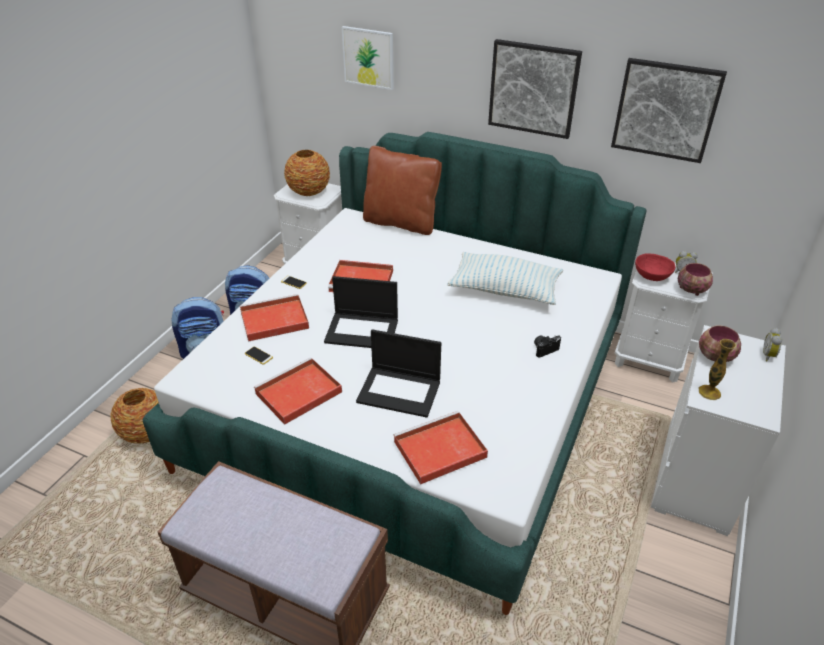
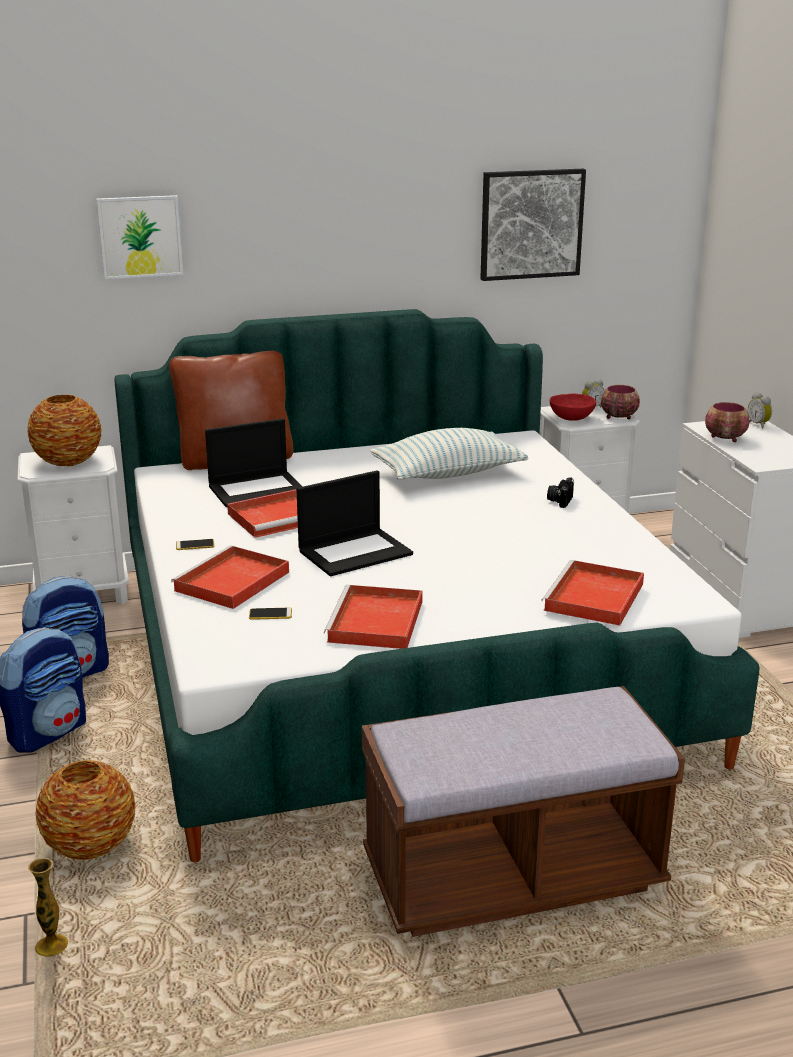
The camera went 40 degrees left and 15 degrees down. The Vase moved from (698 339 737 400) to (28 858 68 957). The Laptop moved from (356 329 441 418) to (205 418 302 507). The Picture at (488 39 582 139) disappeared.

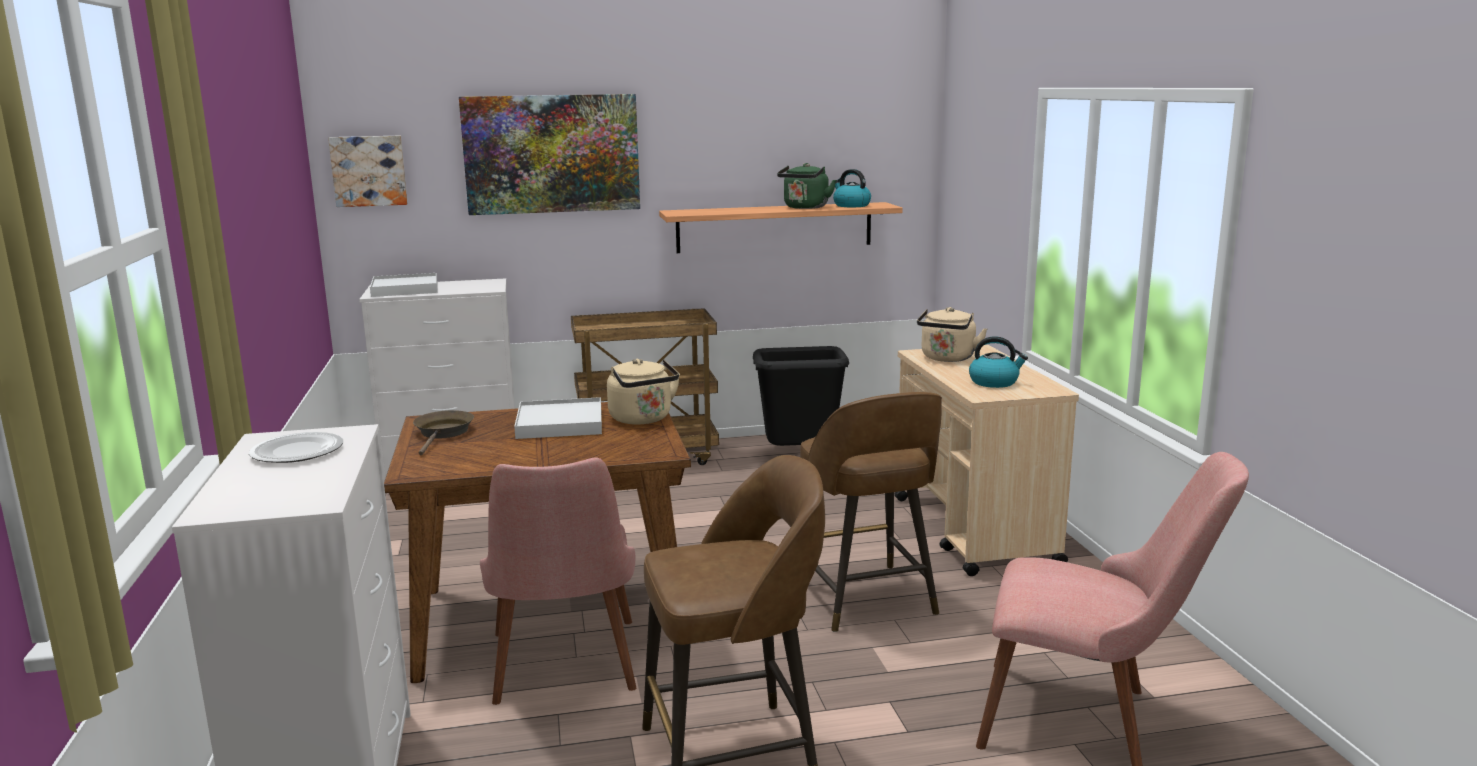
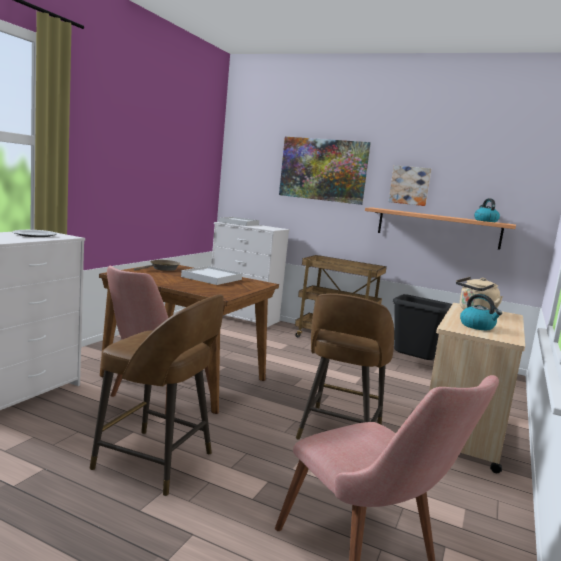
The camera went 35 degrees right and 5 degrees down. The Picture moved from (328 136 408 207) to (389 165 431 206). The BeigeKettle at (607 359 680 425) disappeared. The GreenKettle at (777 163 836 209) disappeared.

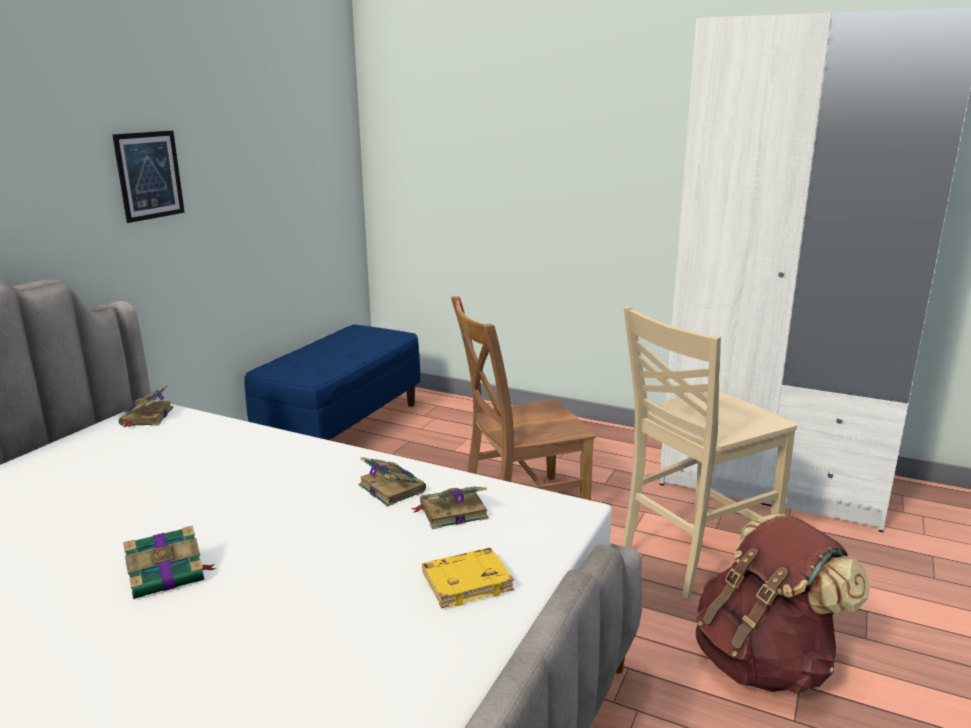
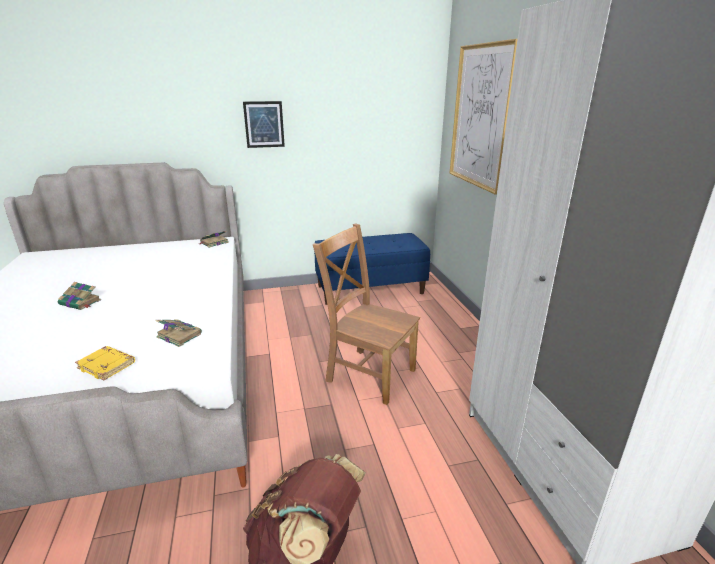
The camera went 50 degrees right and 5 degrees up. The Picture at (449 39 518 195) appeared. The Book at (358 457 426 507) disappeared. The BeigeChair at (622 306 797 599) disappeared.

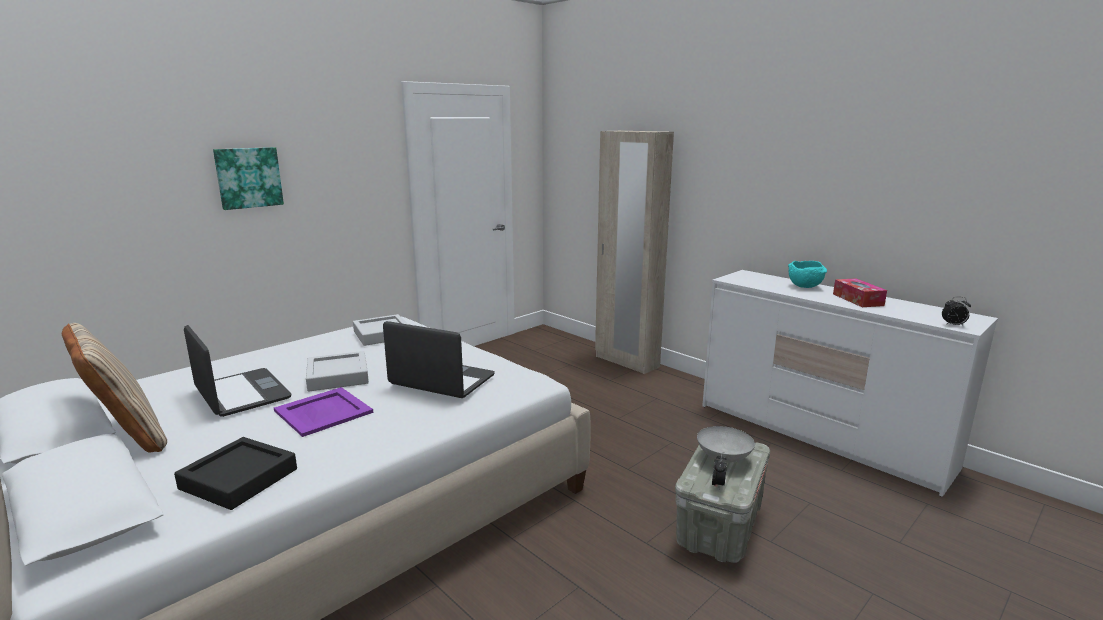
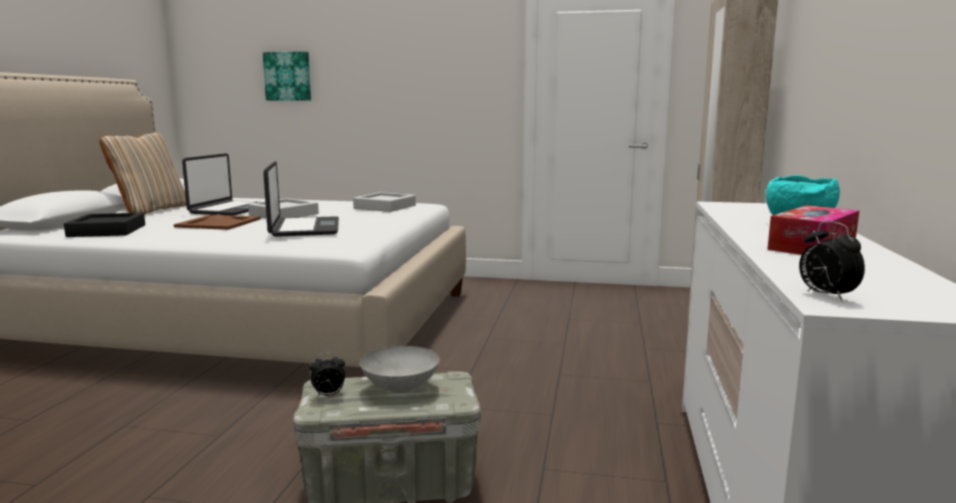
The camera went 55 degrees right and 5 degrees down. The PurpleTray at (274 387 373 437) became the BrownTray at (174 214 261 230). The Picture moved from (213 147 284 210) to (263 52 311 101).

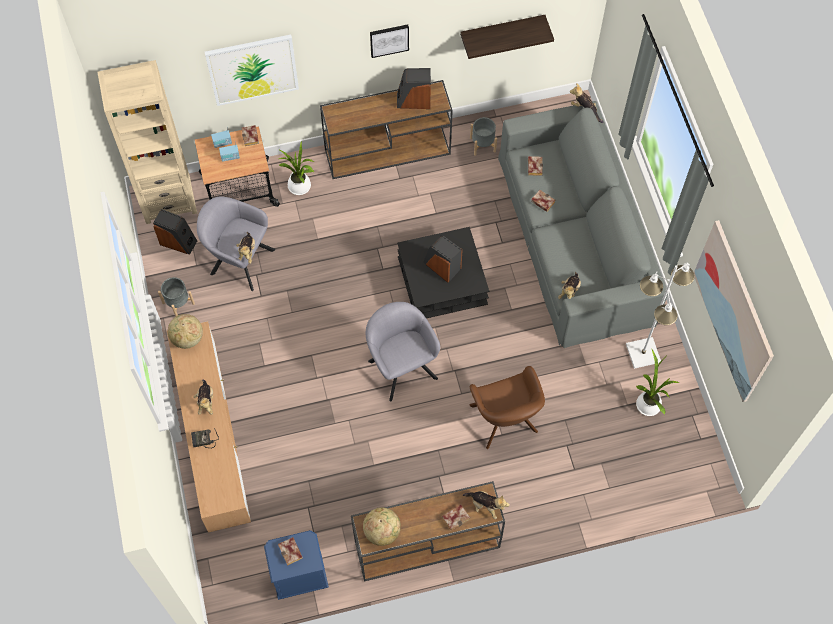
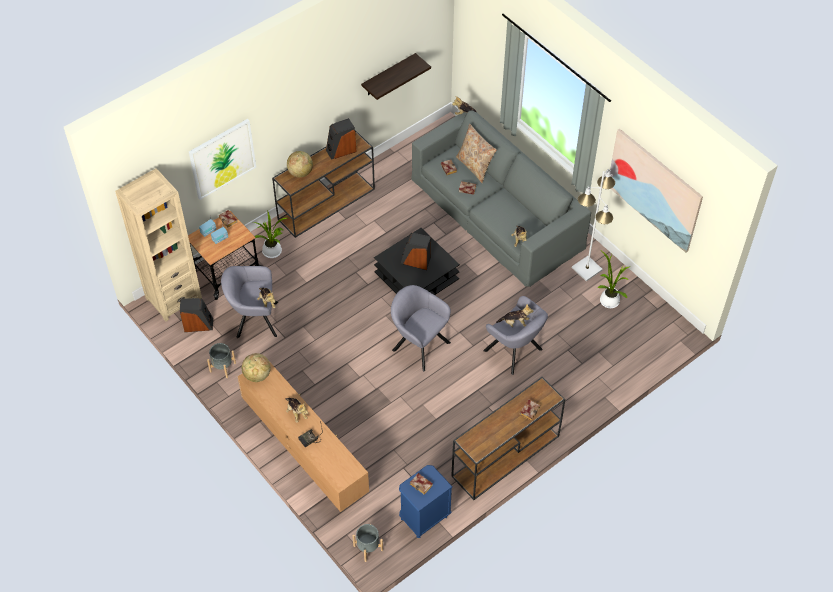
The camera went 25 degrees left and 10 degrees down. The Globe moved from (363 507 401 546) to (287 151 313 177). The GreyPlanter moved from (470 117 497 156) to (353 524 383 562). The BeigePillow at (456 124 497 183) appeared. The BrownArmchair at (470 366 545 449) became the GreyArmchair at (483 296 548 375). The PlushToy moved from (463 491 510 519) to (496 304 534 327). The Picture at (370 24 409 58) disappeared.

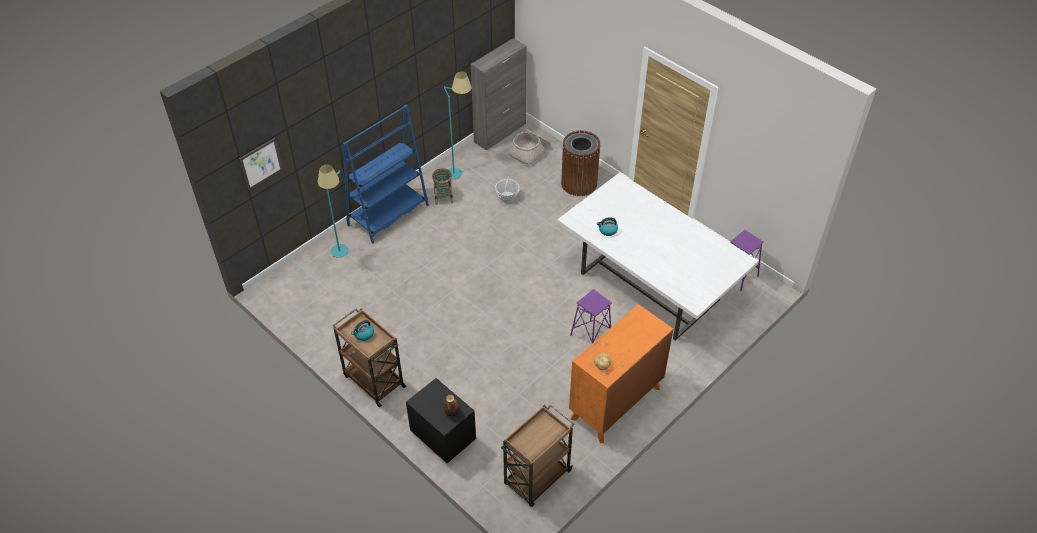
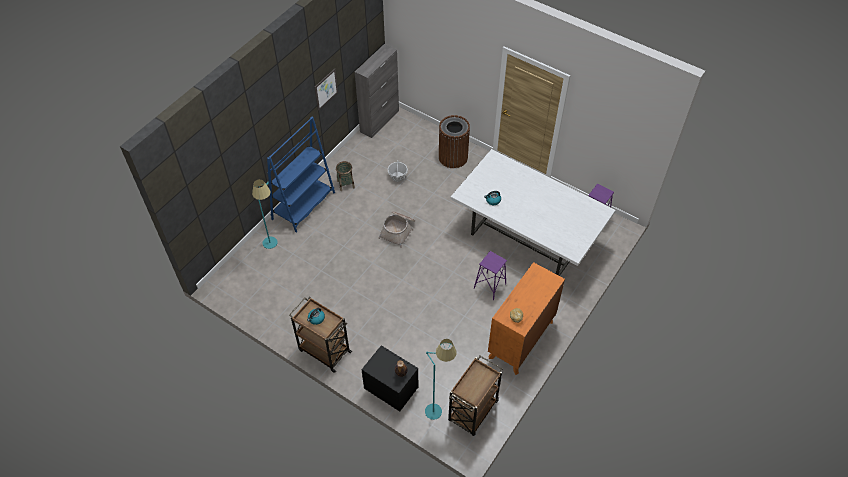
The camera went 10 degrees left and 5 degrees up. The Picture moved from (239 138 283 191) to (315 69 338 111). The Basket moved from (506 129 550 168) to (378 211 415 248). The TurquoiseFloorLamp moved from (444 71 472 179) to (425 339 457 420).

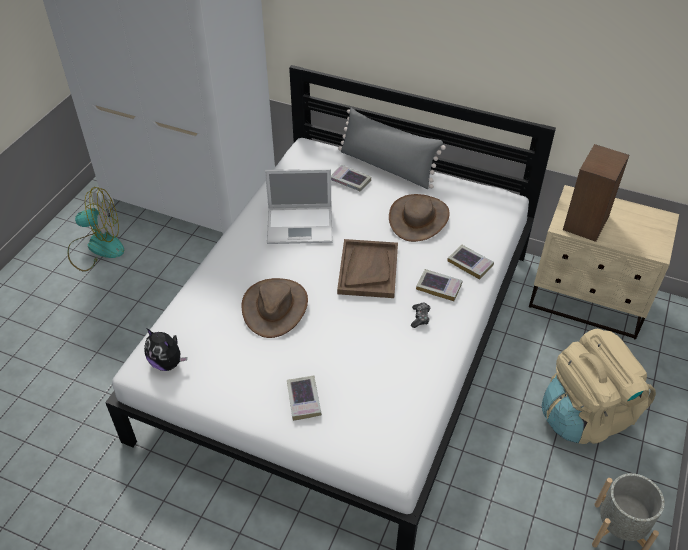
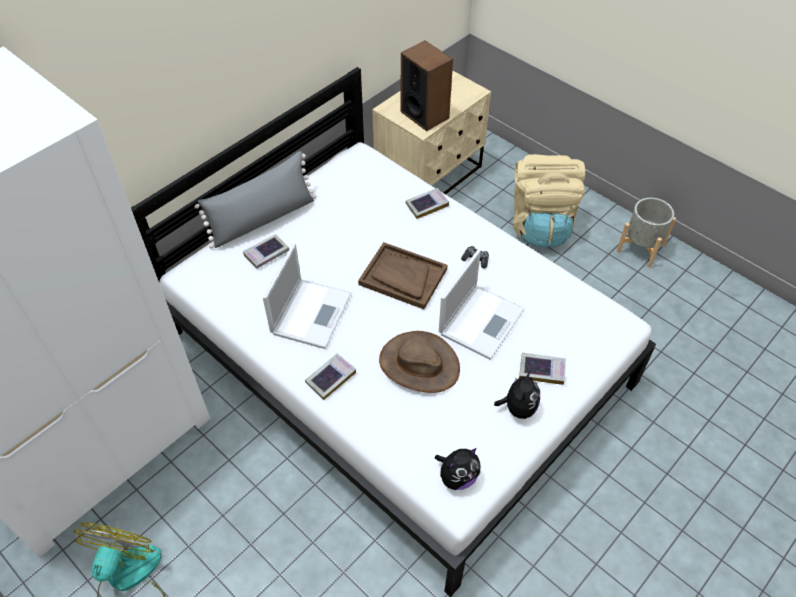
The camera went 70 degrees left and 5 degrees up. The Book moved from (416 269 463 301) to (305 354 356 400). The Laptop at (439 249 525 360) appeared. The PlushToy at (494 371 540 419) appeared. The BrownHat at (389 194 450 242) disappeared.

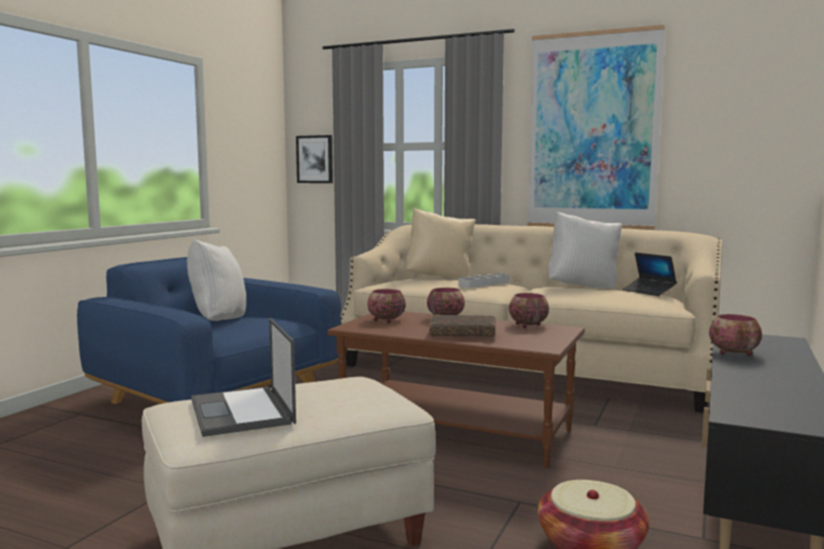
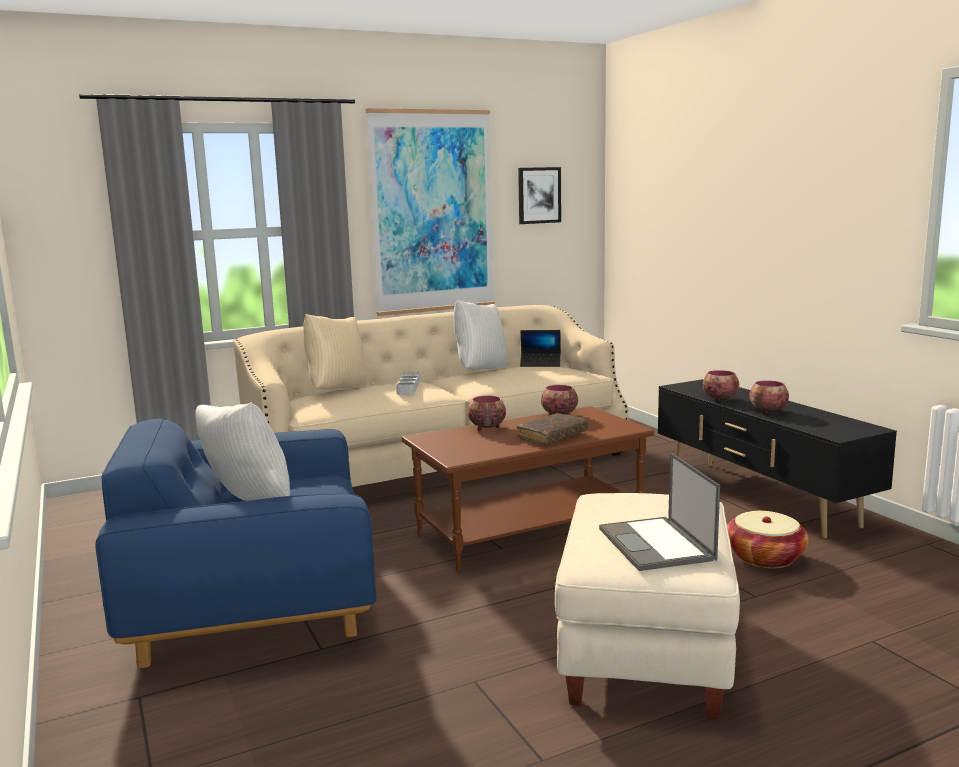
The camera went 50 degrees left and 5 degrees up. The Picture moved from (296 135 333 183) to (518 167 561 224). The Laptop at (191 318 296 437) turned 60 degrees clockwise. The Bowl moved from (367 289 406 323) to (749 380 789 414).

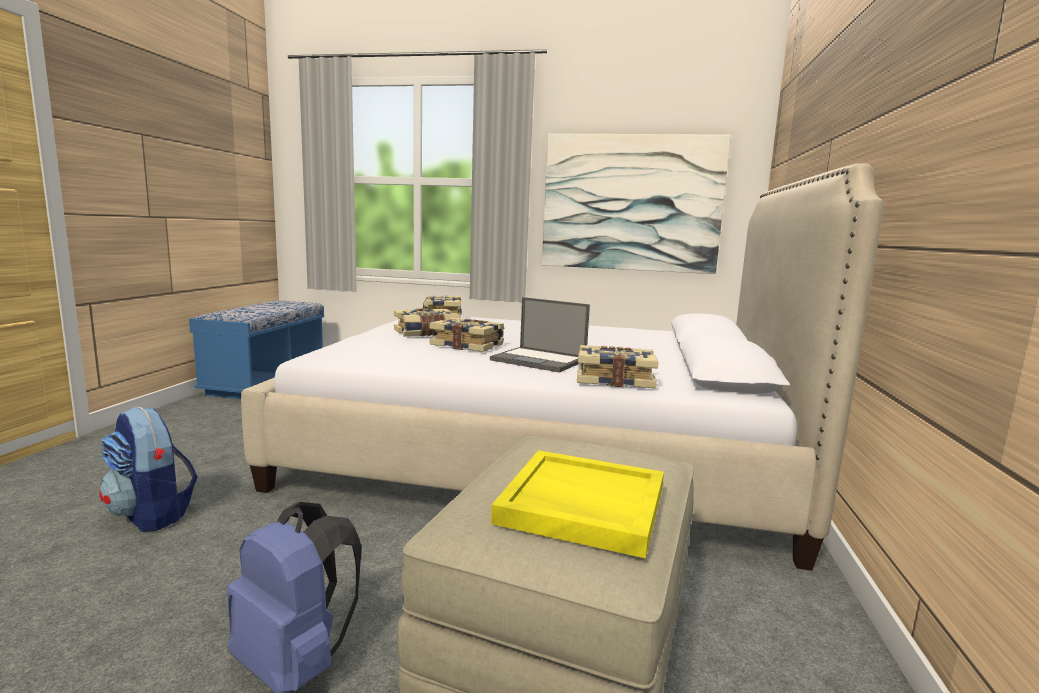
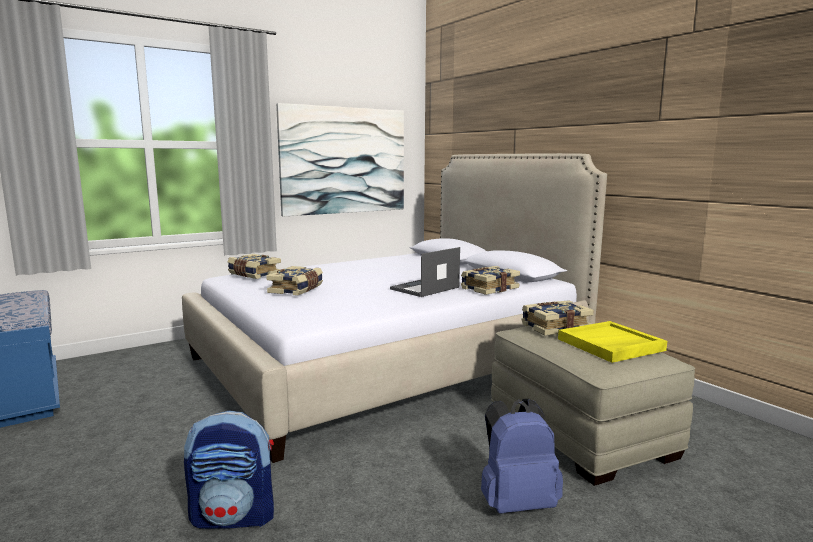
The camera went 45 degrees left and 0 degrees up. The Laptop at (490 297 590 373) turned 150 degrees clockwise. The Book moved from (429 318 504 352) to (522 301 594 336).

